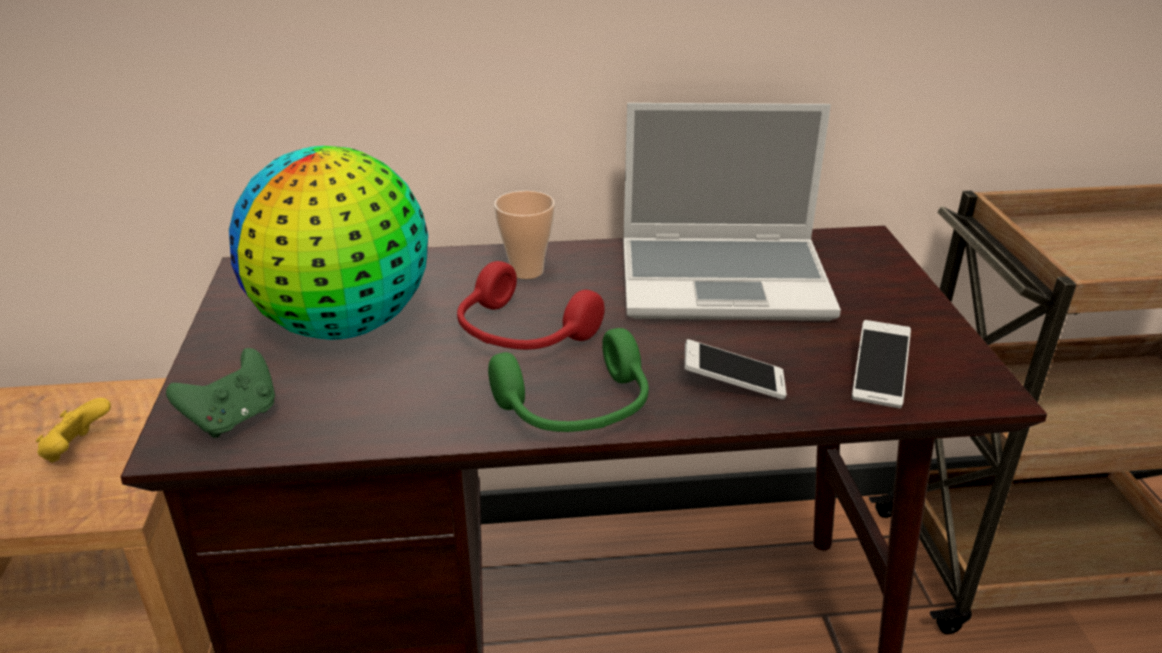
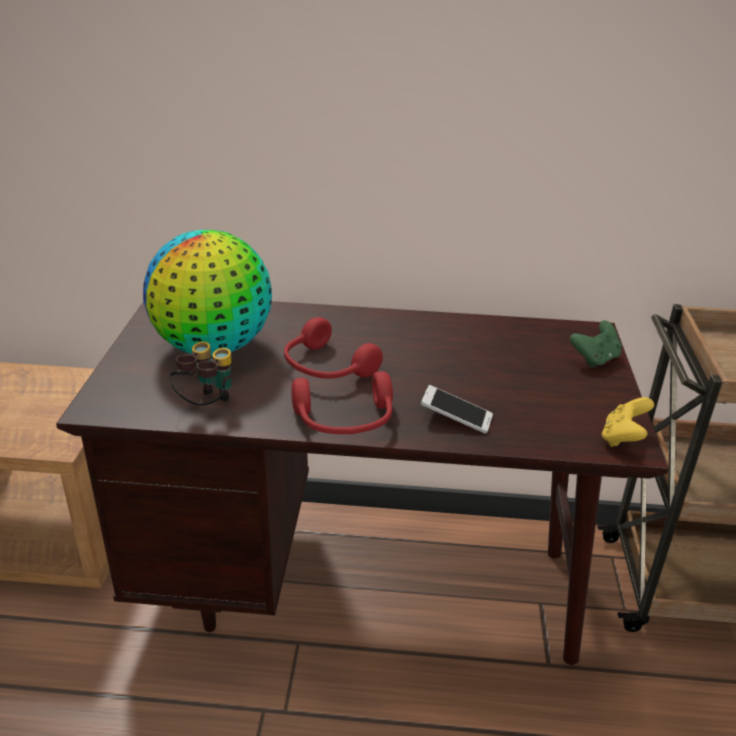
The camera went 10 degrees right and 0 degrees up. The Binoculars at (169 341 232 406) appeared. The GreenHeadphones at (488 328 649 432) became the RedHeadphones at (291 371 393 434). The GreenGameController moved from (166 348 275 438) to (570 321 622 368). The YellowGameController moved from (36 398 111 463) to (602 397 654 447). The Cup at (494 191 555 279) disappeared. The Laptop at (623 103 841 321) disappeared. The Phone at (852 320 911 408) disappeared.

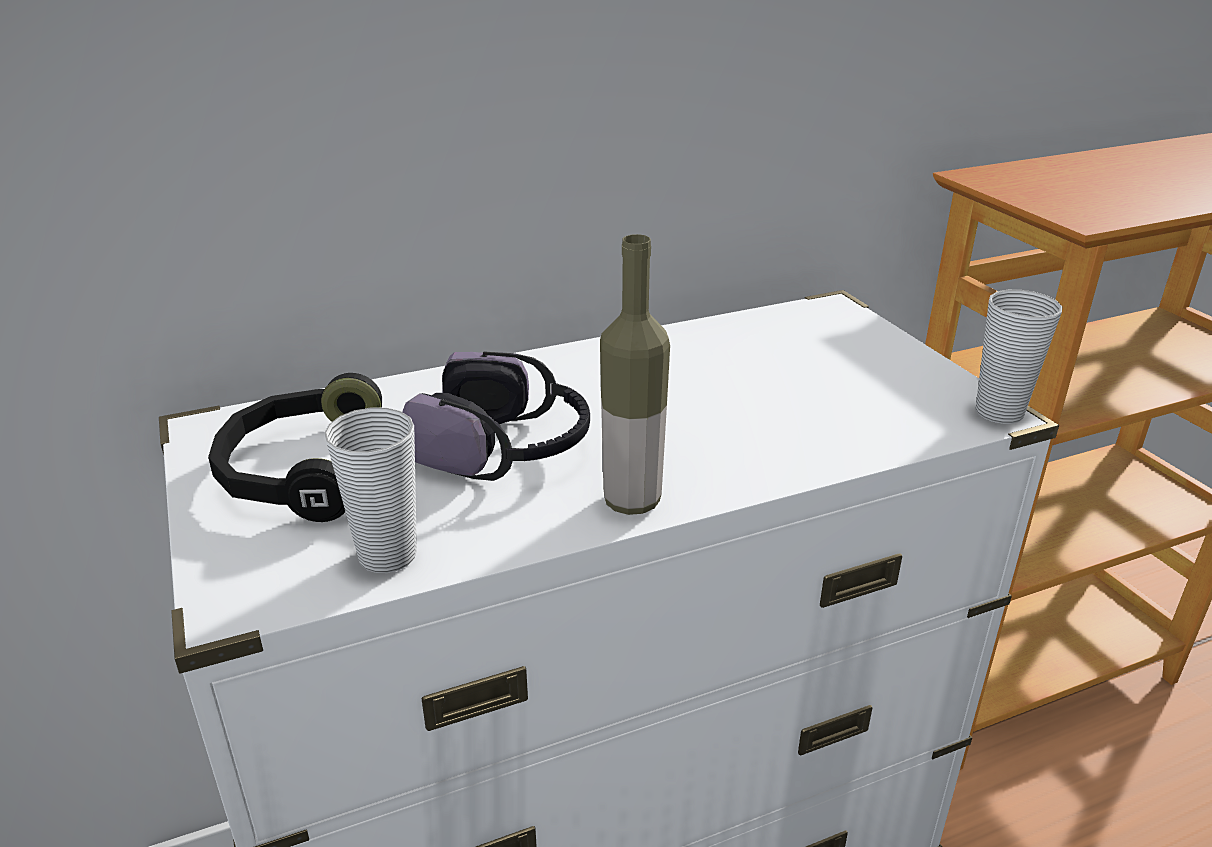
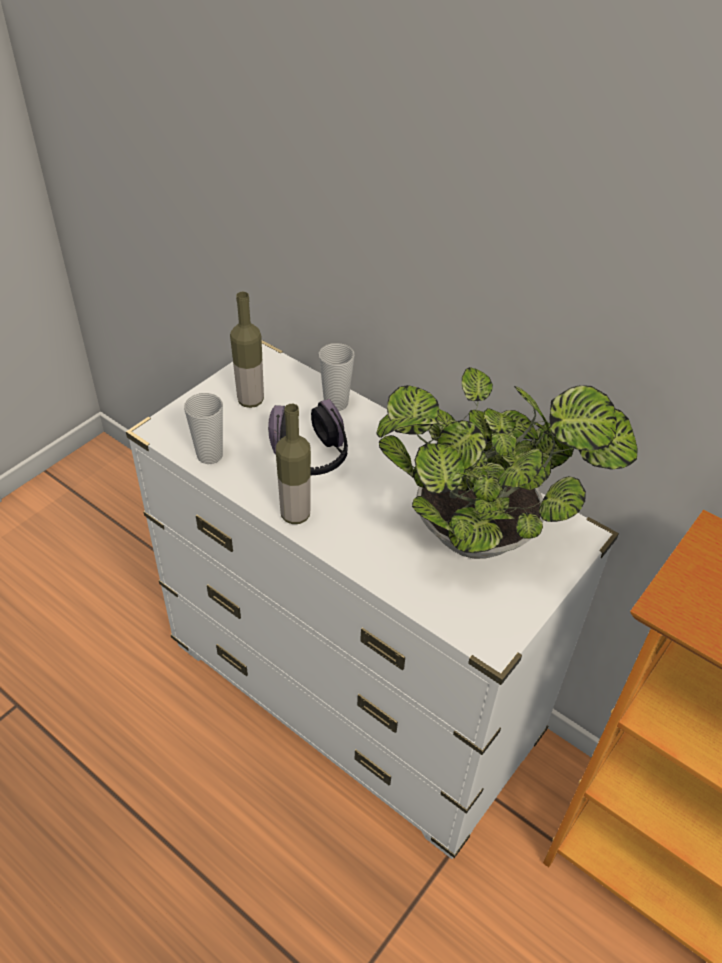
The camera went 60 degrees right and 15 degrees up. The BlackHeadphones at (208 373 382 522) was replaced by the Bottle at (230 292 264 408). The Cup moved from (975 290 1062 424) to (319 343 354 411). The PottedPlant at (376 367 638 559) appeared.

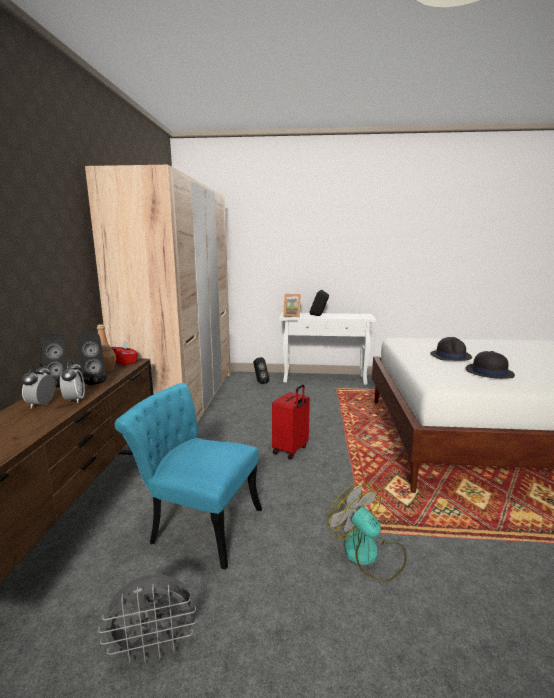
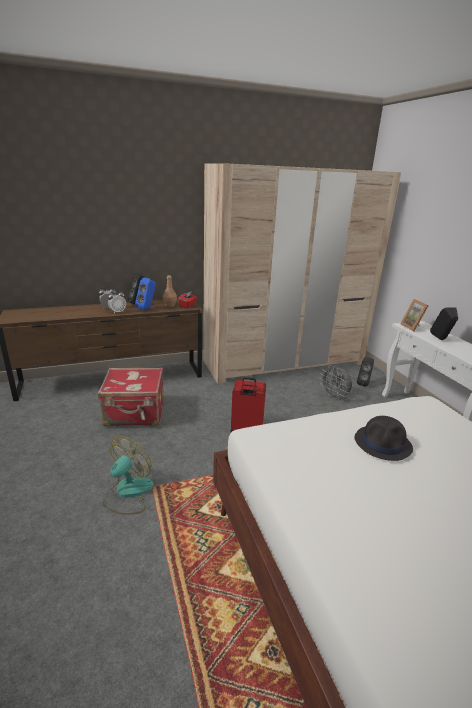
The camera went 65 degrees right and 10 degrees up. The TurquoiseChair at (114 383 262 570) was replaced by the RedSuitcase at (98 368 164 426). The BlackSpeaker at (78 332 107 385) became the BlueSpeaker at (135 277 156 310). The GreyFan moved from (98 575 197 664) to (320 365 352 400). The BlackHat at (465 351 515 379) disappeared.

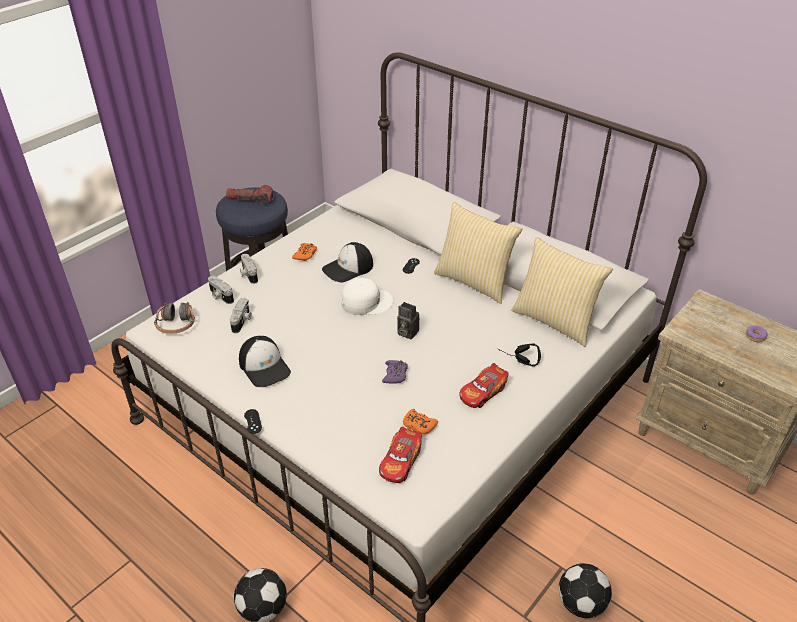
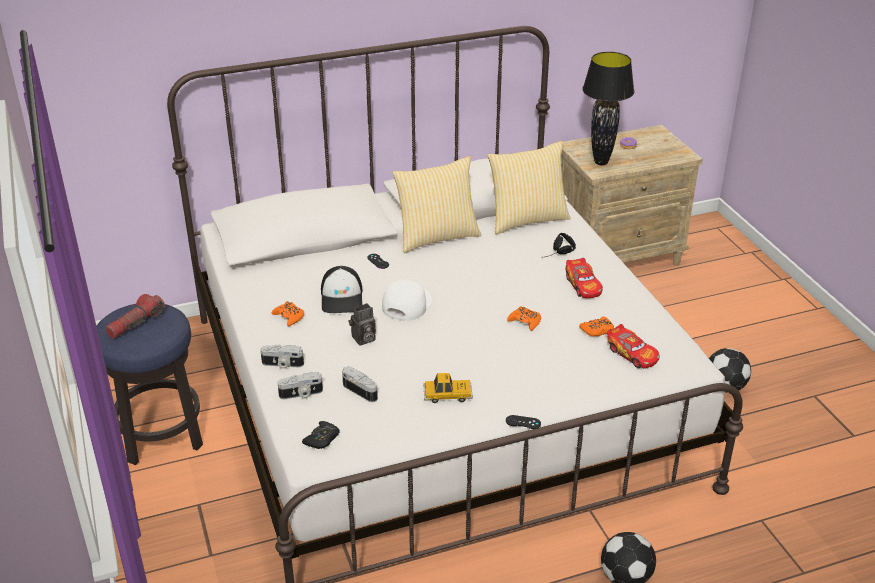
The camera went 60 degrees left and 5 degrees down. The Headphones at (154 302 195 334) was replaced by the BlackGameController at (302 421 340 449). The PhotoCamera moved from (397 302 419 339) to (349 303 376 345). The Cap at (239 336 291 387) was replaced by the ToyCar at (423 373 473 403). The PurpleGameController at (382 360 408 384) became the OrangeGameController at (507 306 541 331). The BlackTableLamp at (582 52 634 165) appeared.

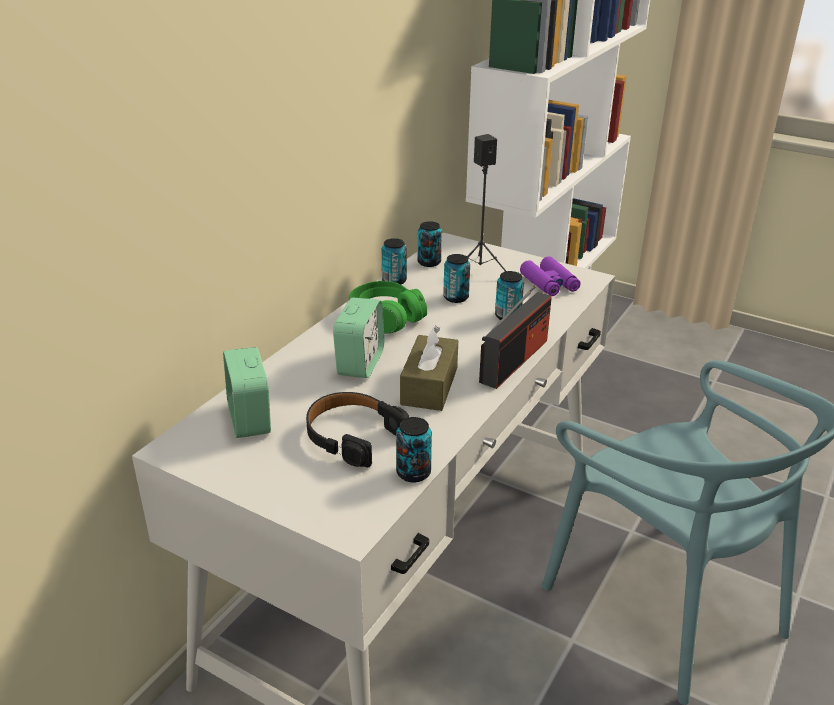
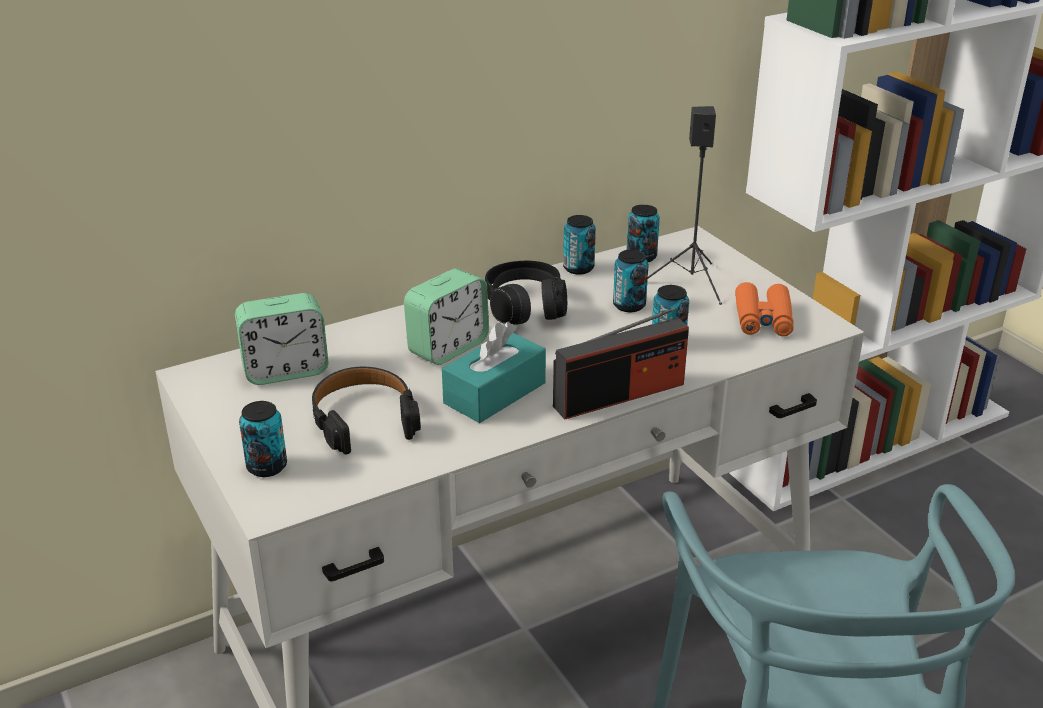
The camera went 30 degrees right and 0 degrees up. The AlarmClock at (223 347 271 438) turned 120 degrees counterclockwise. The Can moved from (396 417 432 483) to (239 401 287 477). The BrownTissueBox at (400 326 458 411) became the TurquoiseTissueBox at (442 322 546 423). The GreenHeadphones at (349 281 427 334) became the BlackHeadphones at (485 261 567 325). The PurpleBinoculars at (520 256 581 296) became the OrangeBinoculars at (735 282 794 336).

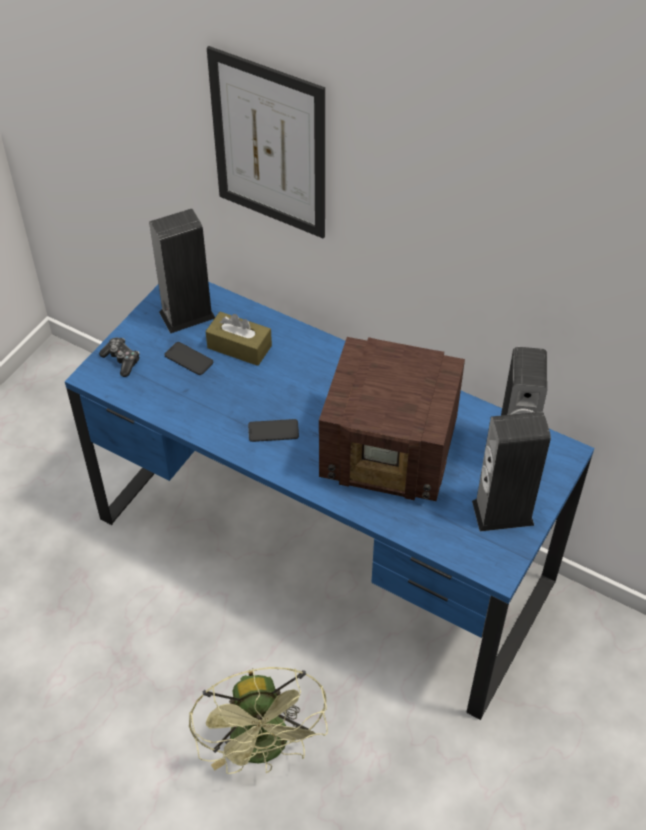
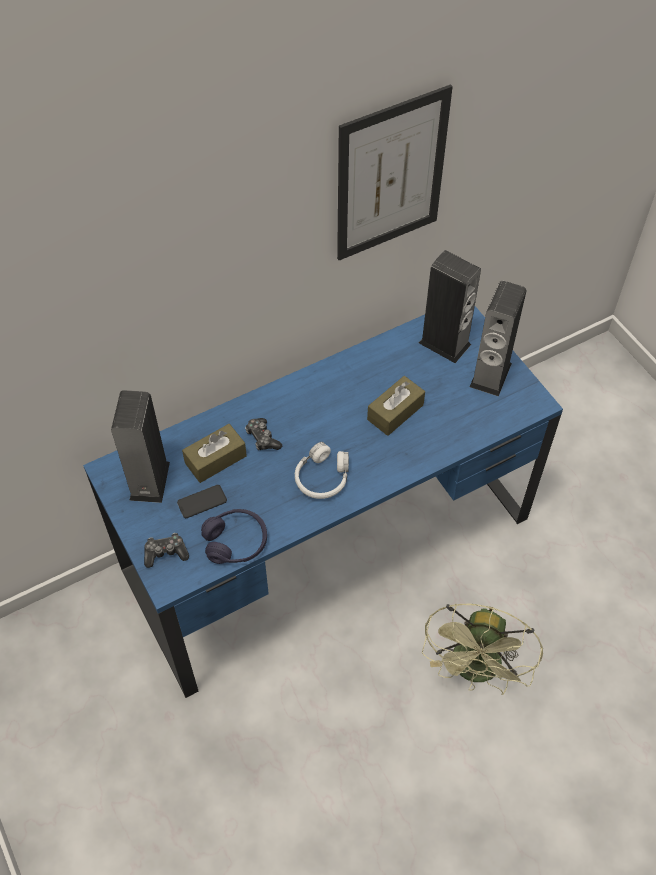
The camera went 60 degrees left and 5 degrees up. The PurpleHeadphones at (201 509 267 564) appeared. The GameController at (245 418 282 450) appeared. The Phone at (248 419 299 442) was replaced by the WhiteHeadphones at (295 442 349 499). The Picture moved from (207 46 325 238) to (337 84 453 260). The Radio at (319 337 465 501) was replaced by the BrownTissueBox at (367 376 425 436). The GreenFan at (189 667 328 774) turned 90 degrees clockwise.

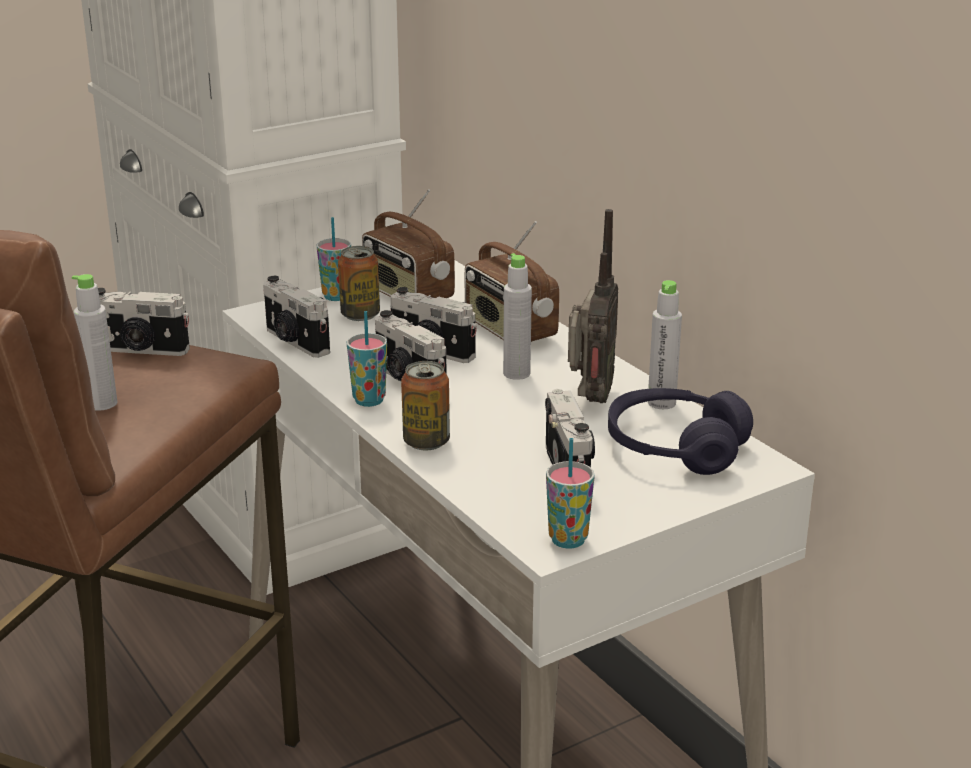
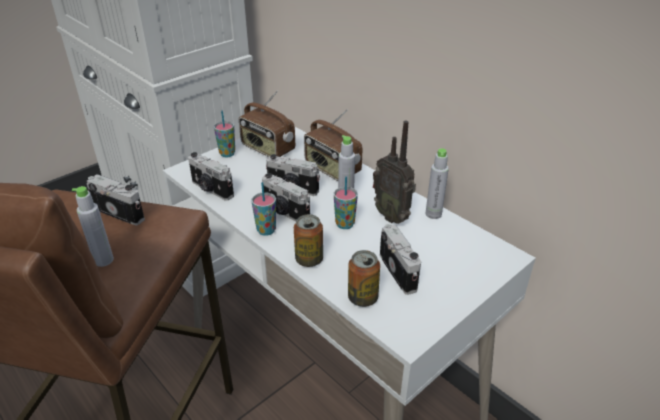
The camera went 10 degrees left and 10 degrees up. The PhotoCamera at (98 288 190 356) turned 150 degrees counterclockwise. The Cup moved from (546 438 595 549) to (334 177 358 229). The Can moved from (338 246 380 321) to (348 250 380 307). The Radio at (568 209 618 403) turned 135 degrees clockwise. The PurpleHeadphones at (608 388 753 475) disappeared.

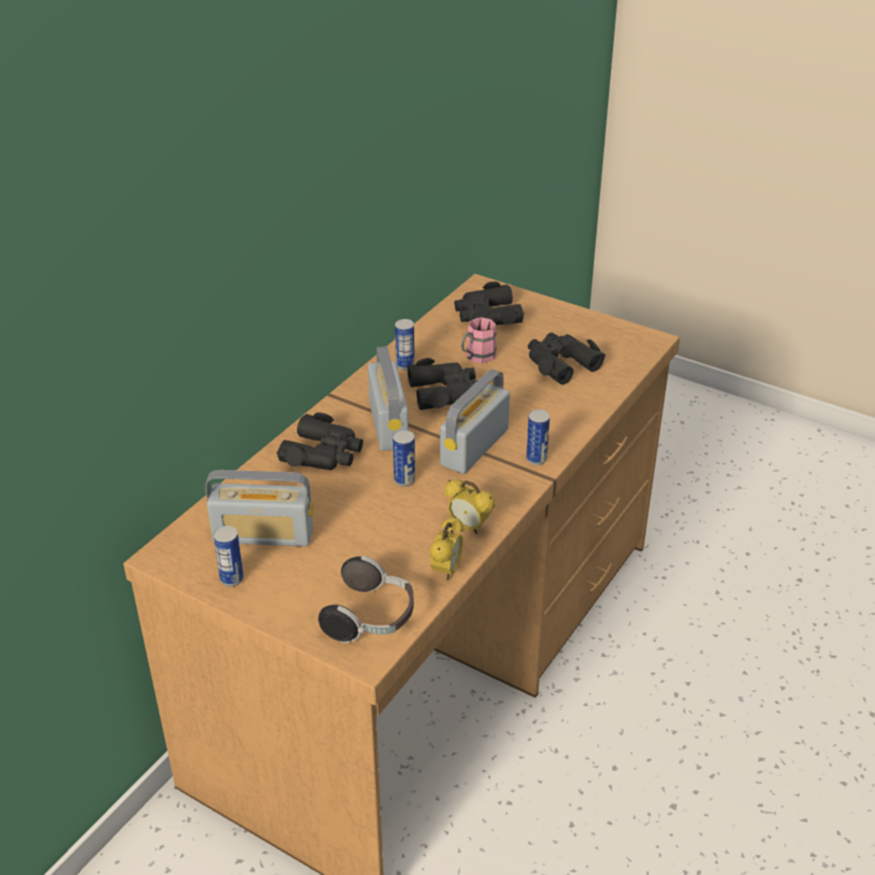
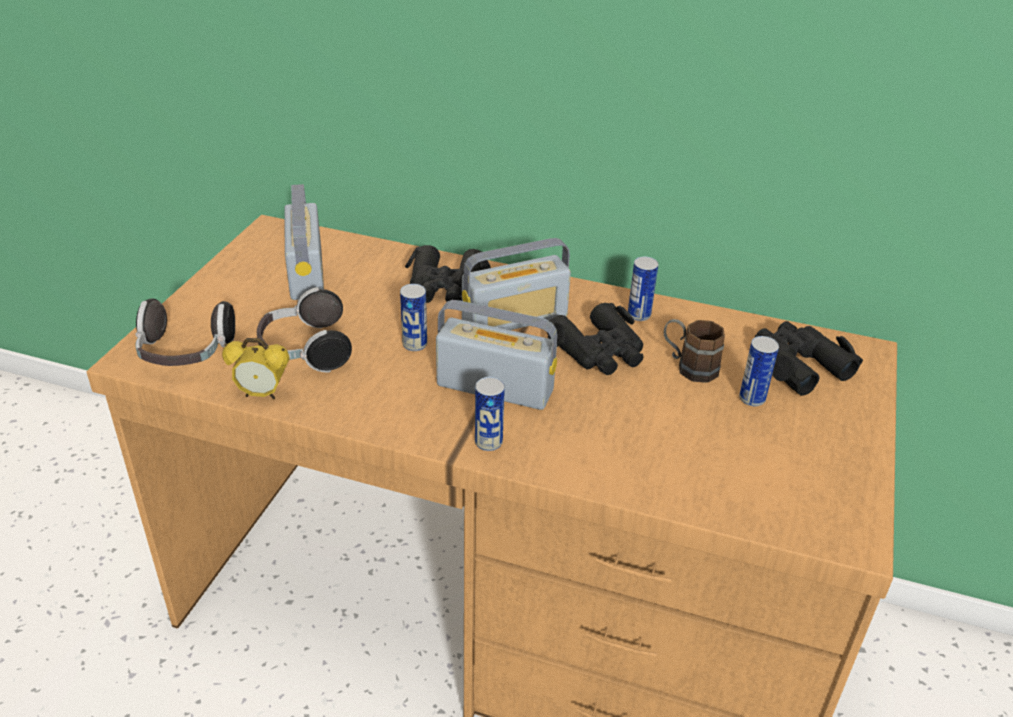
The camera went 75 degrees right and 0 degrees up. The Headphones at (257 287 352 372) appeared. The PinkMug at (461 317 497 363) became the BrownMug at (664 319 725 383). The Can moved from (213 526 244 587) to (739 336 779 406). The AlarmClock at (445 479 495 534) disappeared. The BlackBinoculars at (528 332 606 385) disappeared.

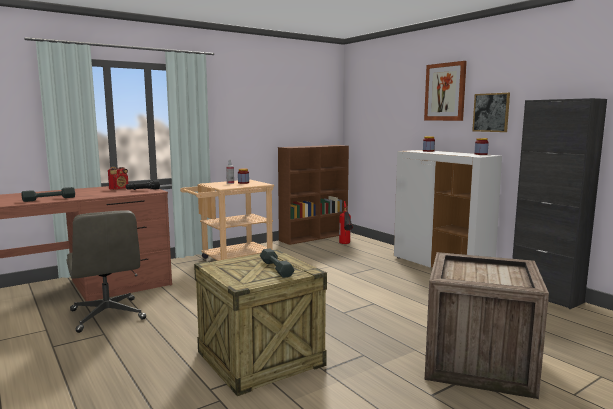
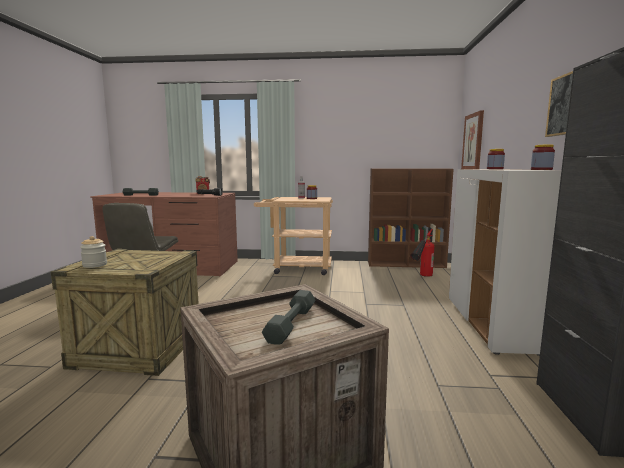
The camera went 40 degrees right and 0 degrees up. The Jar at (80 236 107 268) appeared. The GreyDumbbell moved from (260 249 294 278) to (262 290 316 345). The Picture moved from (424 61 467 121) to (461 110 484 169).

